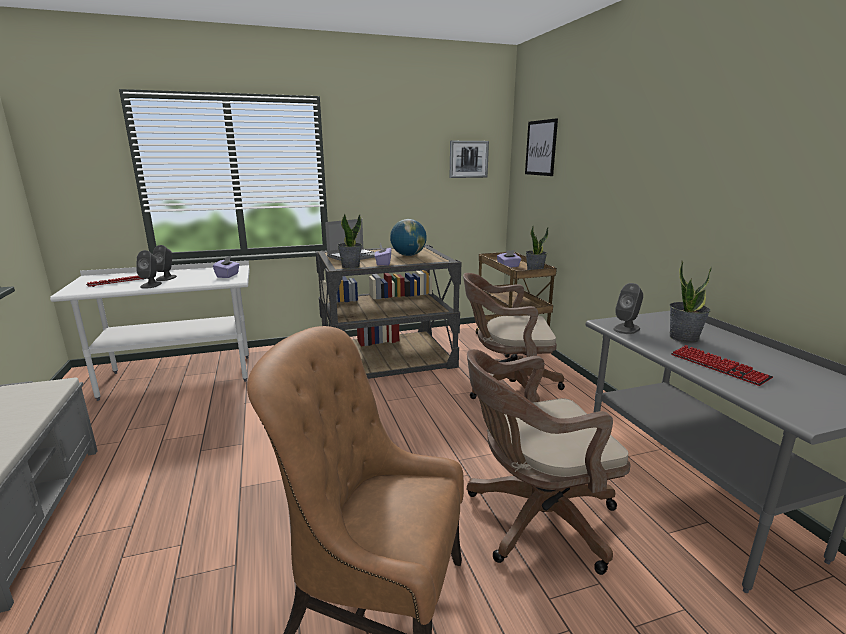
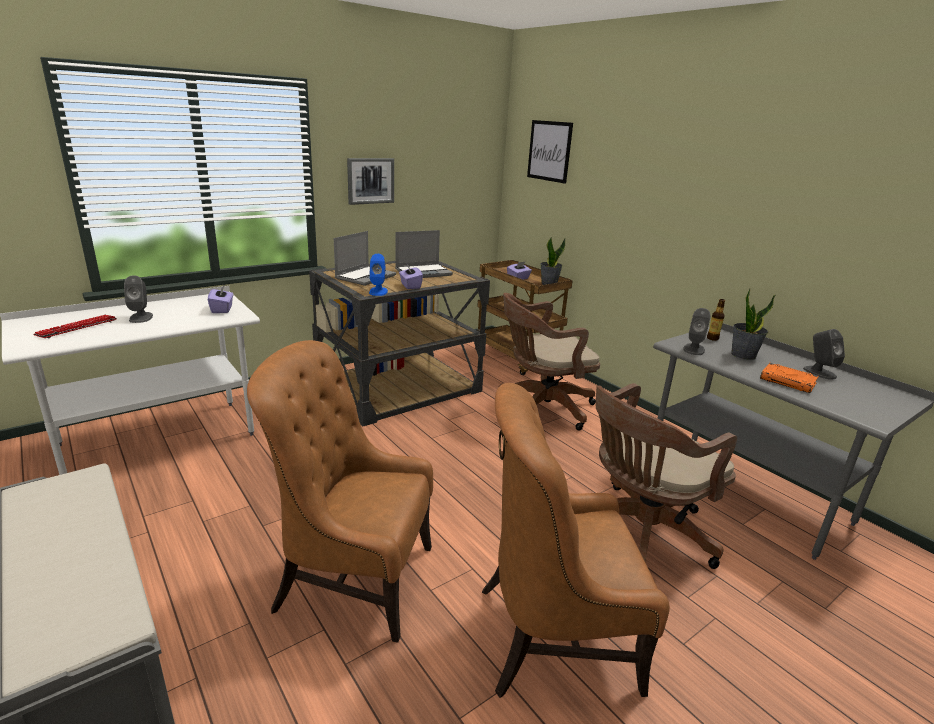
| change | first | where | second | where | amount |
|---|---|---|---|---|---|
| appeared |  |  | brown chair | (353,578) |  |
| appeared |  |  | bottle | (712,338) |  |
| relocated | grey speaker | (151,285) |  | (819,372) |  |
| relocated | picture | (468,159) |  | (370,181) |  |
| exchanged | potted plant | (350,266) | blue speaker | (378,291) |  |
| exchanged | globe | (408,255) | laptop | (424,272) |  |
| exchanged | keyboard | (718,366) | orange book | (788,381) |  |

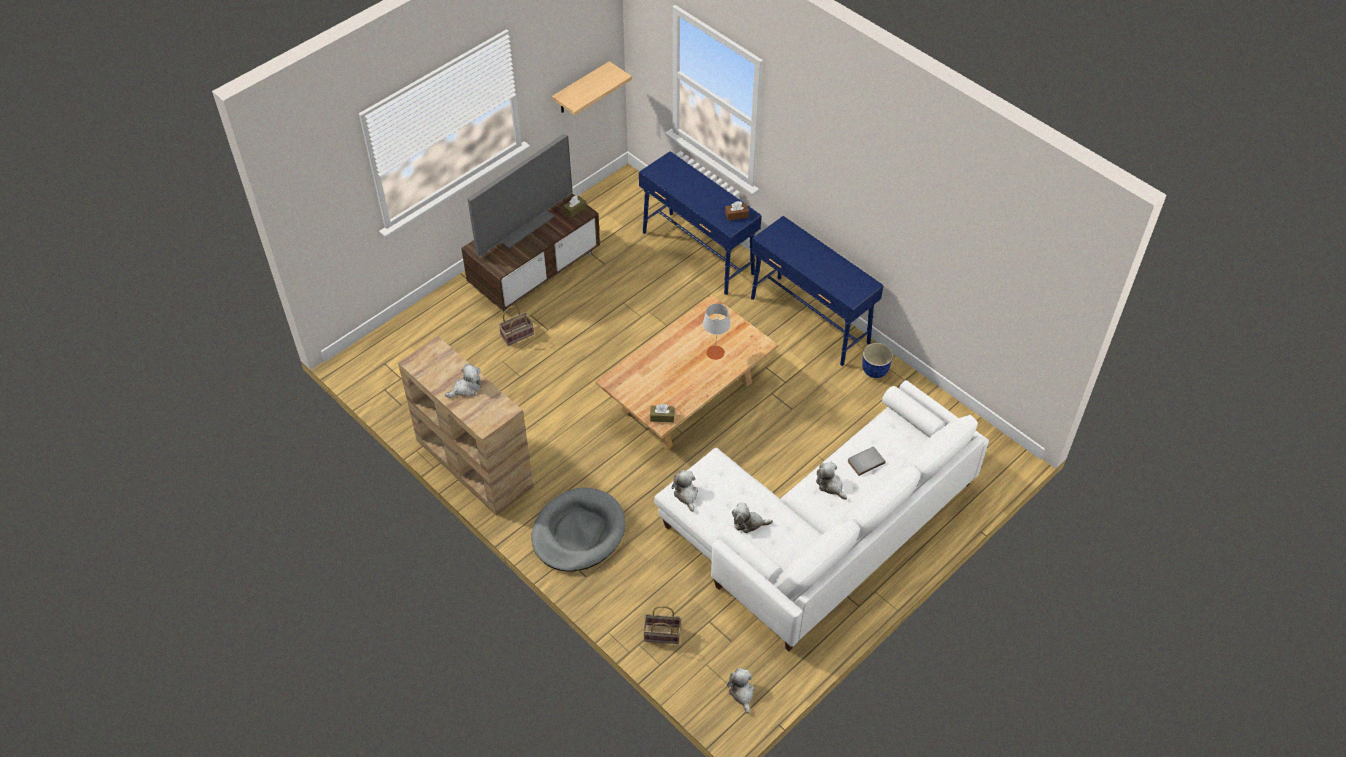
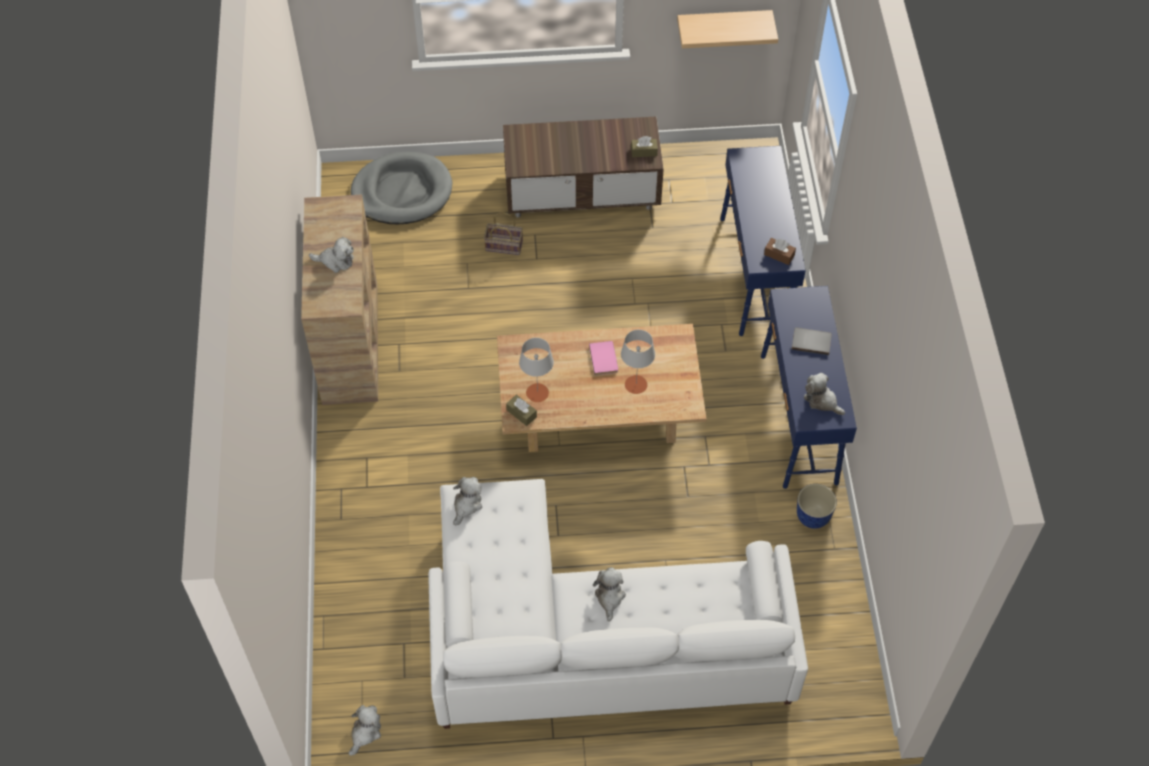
| change | first | where | second | where | amount |
|---|---|---|---|---|---|
| missing | television | (522,224) |  |  |  |
| missing | basket | (661,635) |  |  |  |
| appeared |  |  | grey table lamp | (537,392) |  |
| appeared |  |  | pink book | (605,359) |  |
| relocated | grey dog bed | (578,532) |  | (402,192) |  |
| relocated | plush toy | (748,523) |  | (822,400) |  |
| relocated | grey book | (865,461) |  | (811,341) |  |

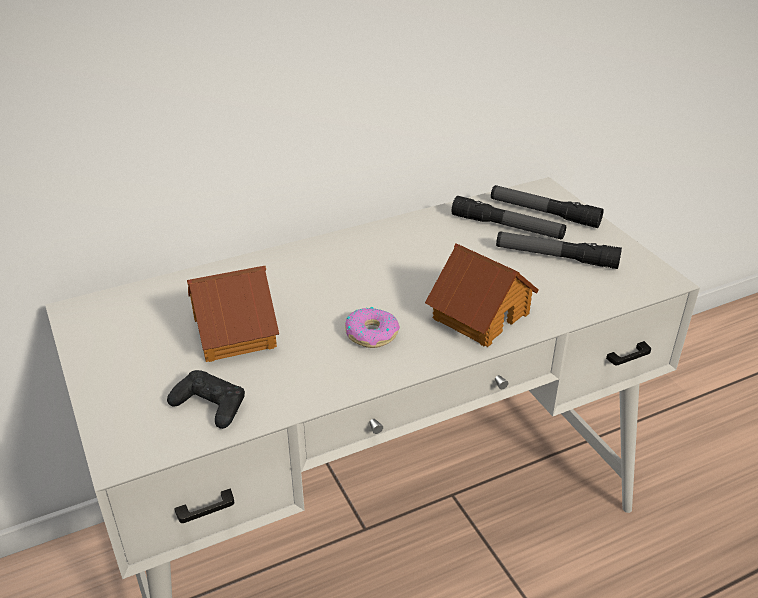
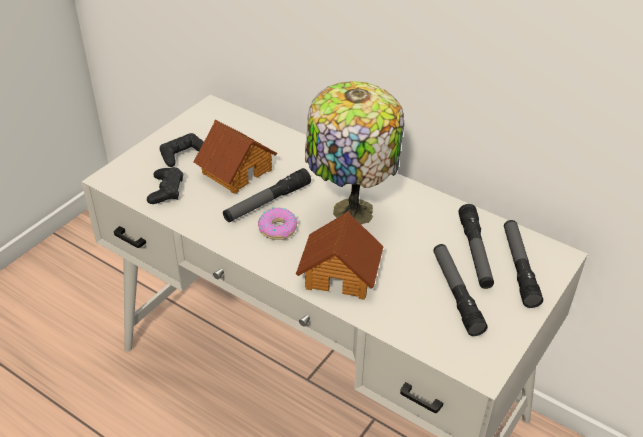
| change | first | where | second | where | amount |
|---|---|---|---|---|---|
| appeared |  |  | black game controller | (182,154) |  |
| appeared |  |  | flashlight | (267,202) |  |
| appeared |  |  | table lamp | (350,212) |  |

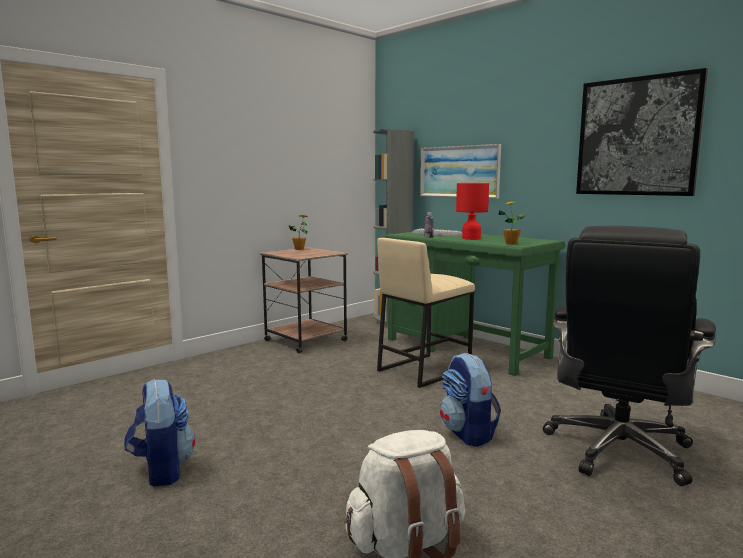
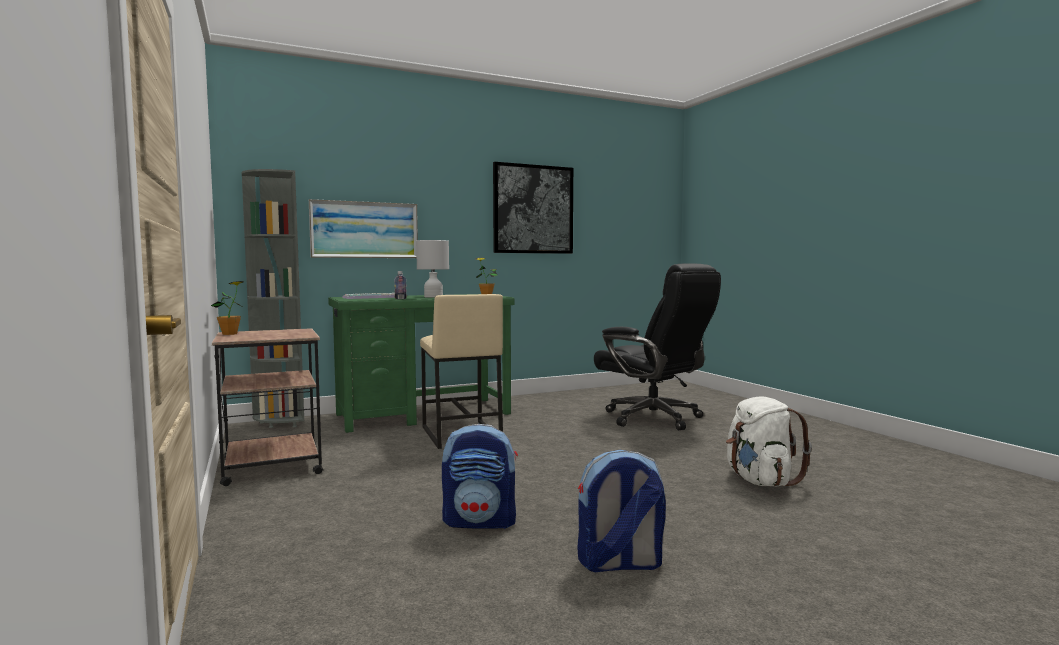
| change | first | where | second | where | amount |
|---|---|---|---|---|---|
| relocated | backpack | (468,433) |  | (480,521) |  |
| colour | red table lamp | (471,238) | grey table lamp | (433,297) |  |

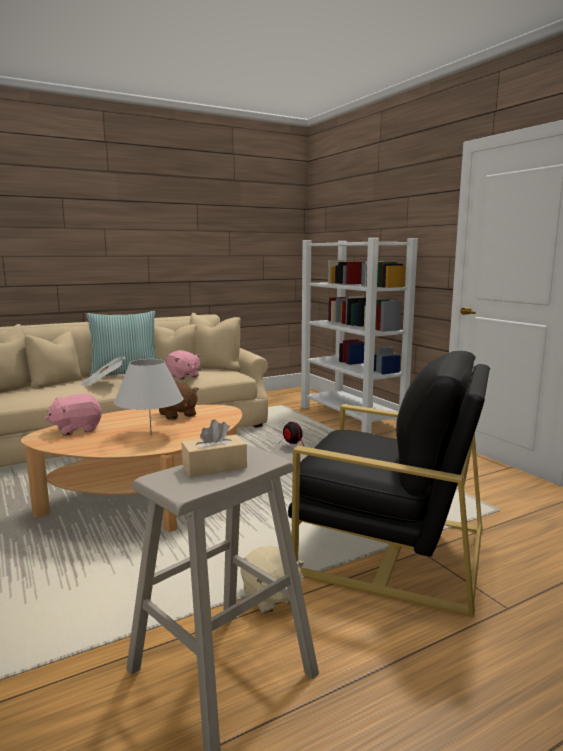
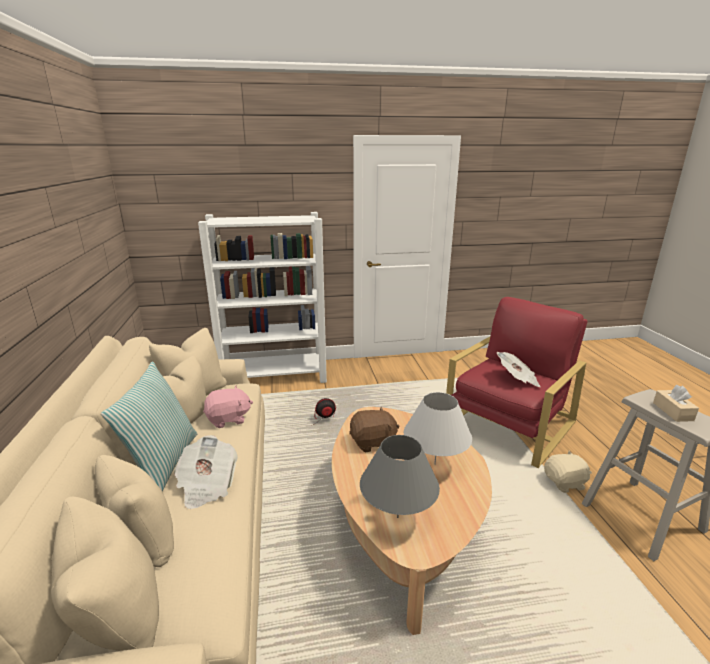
| change | first | where | second | where | amount |
|---|---|---|---|---|---|
| appeared |  |  | newspaper | (517,379) |  |
| exchanged | pink plush toy | (76,429) | grey table lamp | (397,517) |  |
| colour | black armchair | (391,549) | red armchair | (509,424) |  |

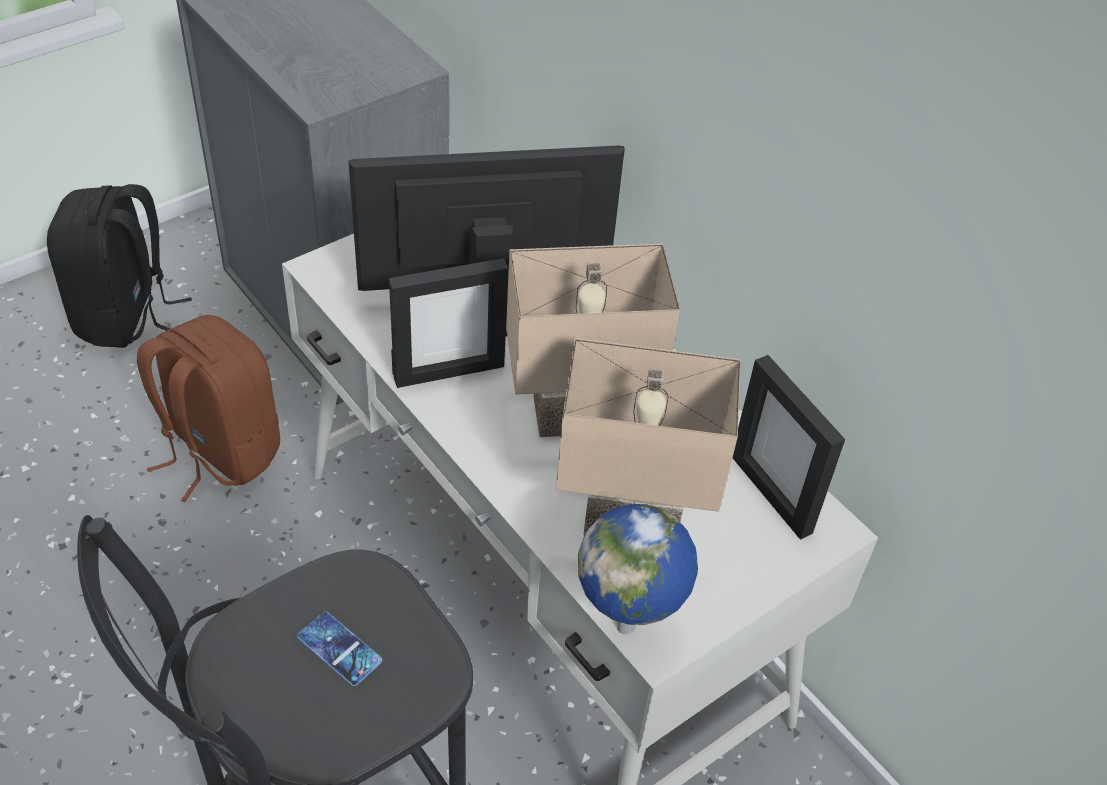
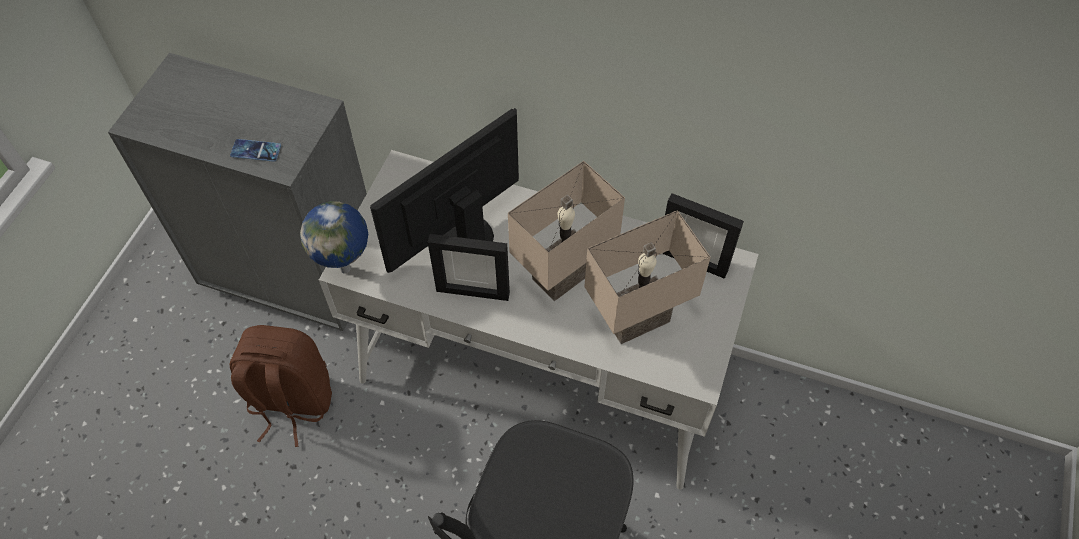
| change | first | where | second | where | amount |
|---|---|---|---|---|---|
| missing | black backpack | (125,316) |  |  |  |
| relocated | phone | (339,649) |  | (256,150) |  |
| relocated | globe | (628,627) |  | (347,268) |  |
| spun | picture frame | (448,370) |  | (473,290) | 60 degrees clockwise |

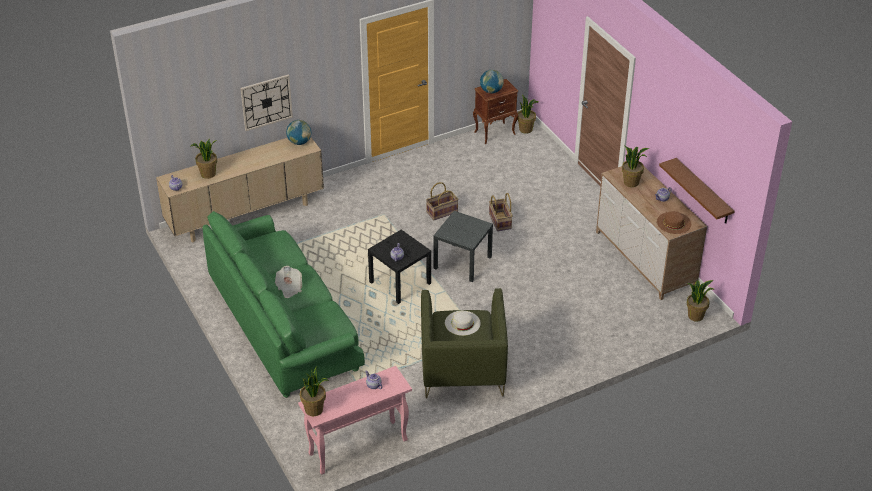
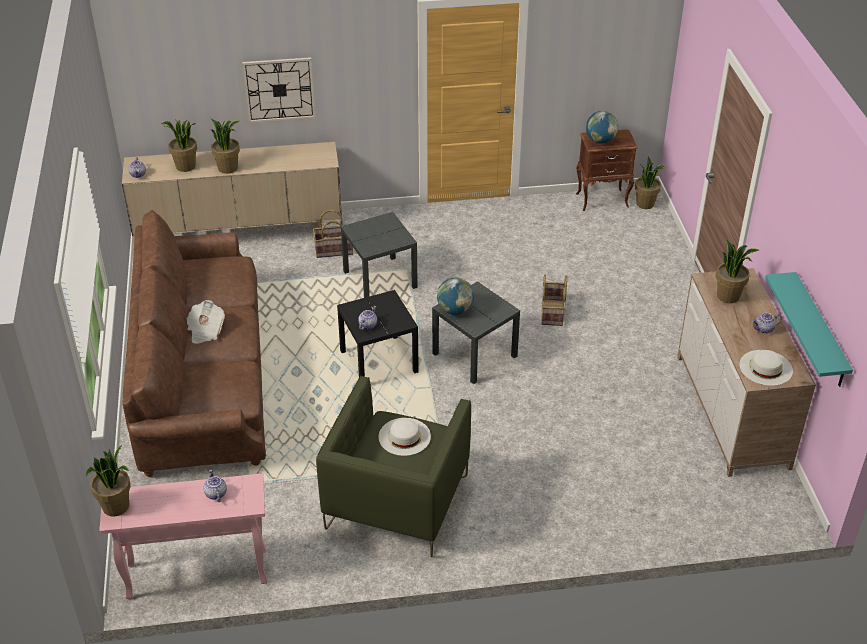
| change | first | where | second | where | amount |
|---|---|---|---|---|---|
| appeared |  |  | grey side table | (380,279) |  |
| relocated | globe | (299,142) |  | (455,310) |  |
| relocated | basket | (442,212) |  | (334,250) |  |
| relocated | potted plant | (695,316) |  | (228,168) |  |
| colour | green sofa | (284,324) | brown sofa | (203,379) |  |
| colour | brown hat | (674,223) | white hat | (765,367) |  |
| colour | brown shelf | (703,192) | turquoise shelf | (819,331) |  |

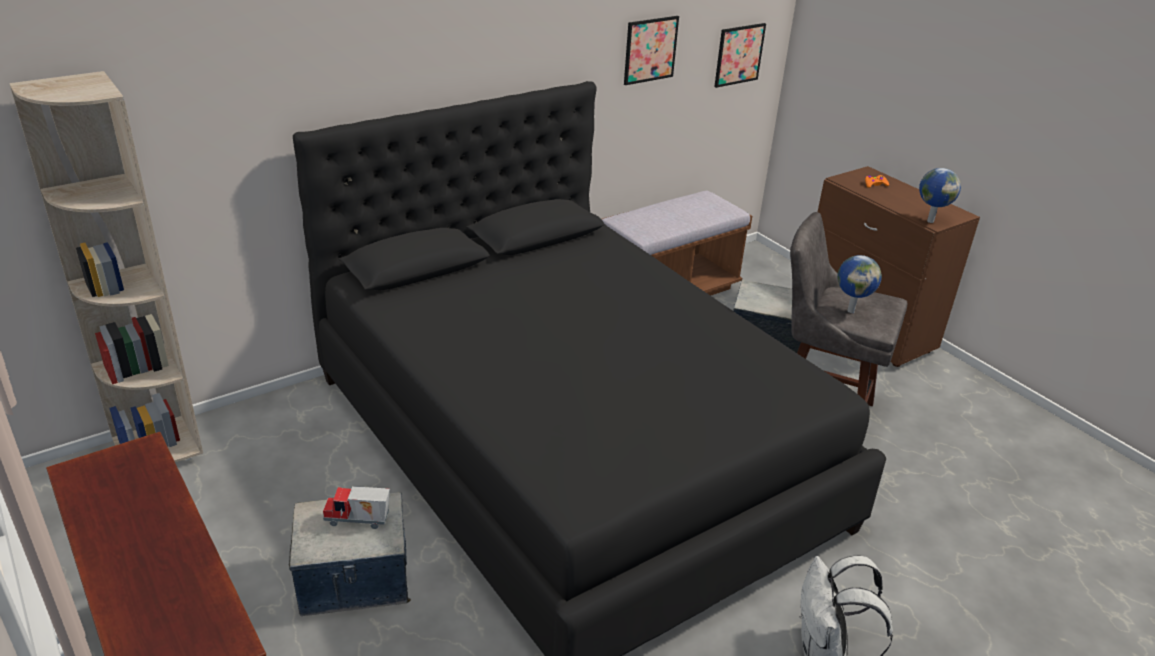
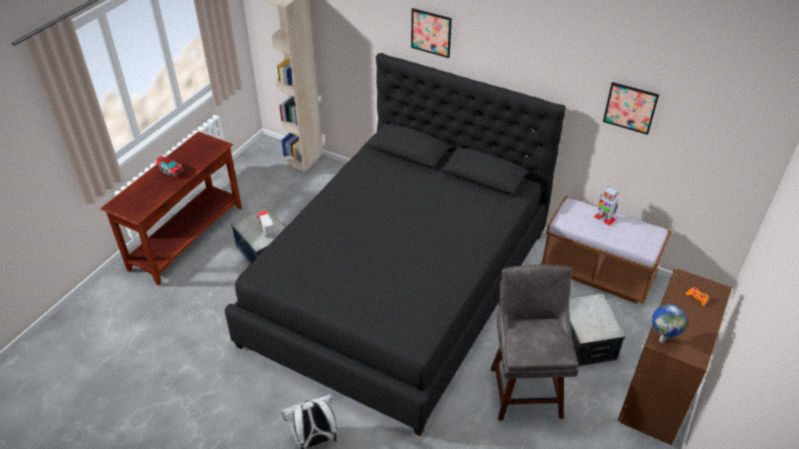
| change | first | where | second | where | amount |
|---|---|---|---|---|---|
| missing | globe | (851,311) |  |  |  |
| appeared |  |  | toy truck | (171,170) |  |
| appeared |  |  | toy robot | (604,218) |  |
| relocated | picture | (739,54) |  | (431,32) |  |

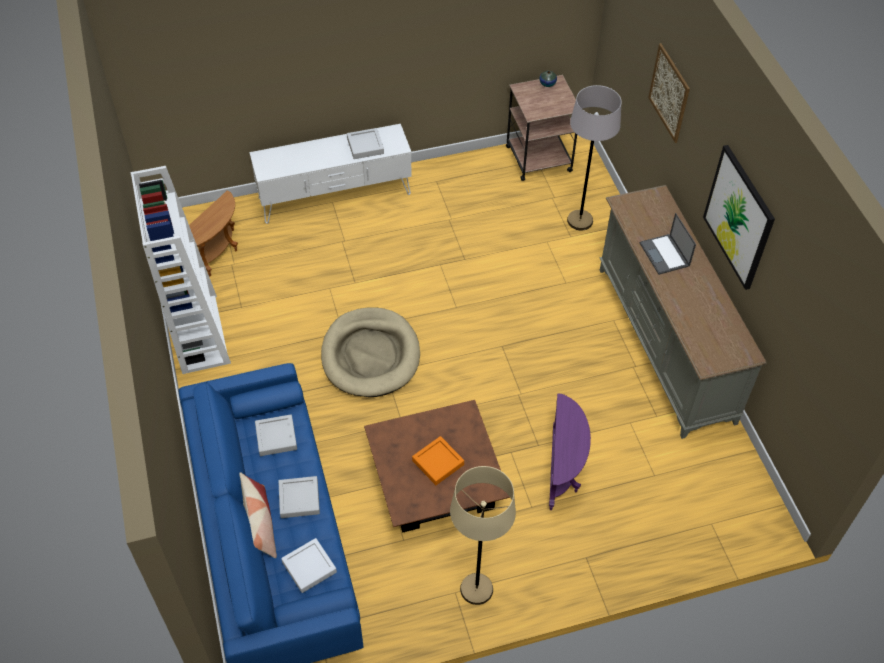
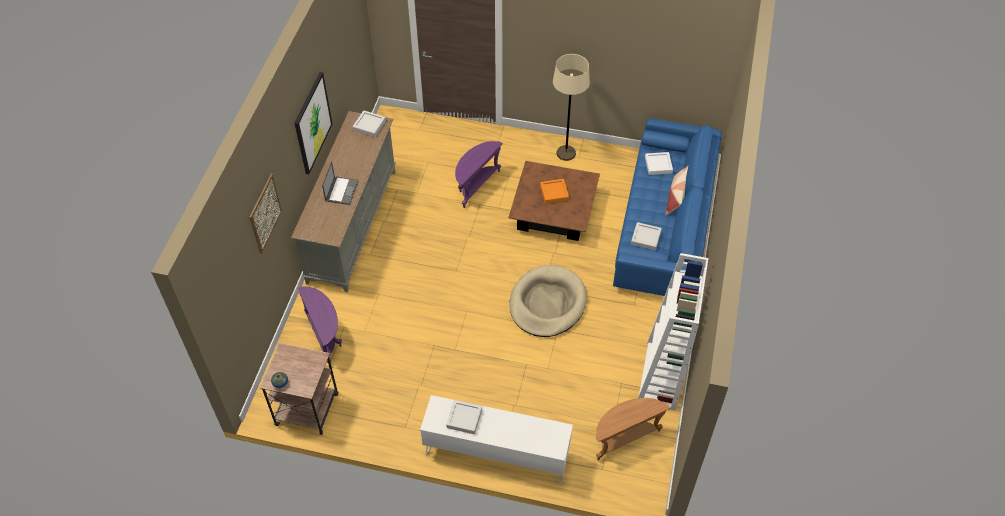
| change | first | where | second | where | amount |
|---|---|---|---|---|---|
| relocated | grey tray | (299,499) |  | (369,125) |  |
| exchanged | grey floor lamp | (580,221) | purple side table | (326,336) |  |

